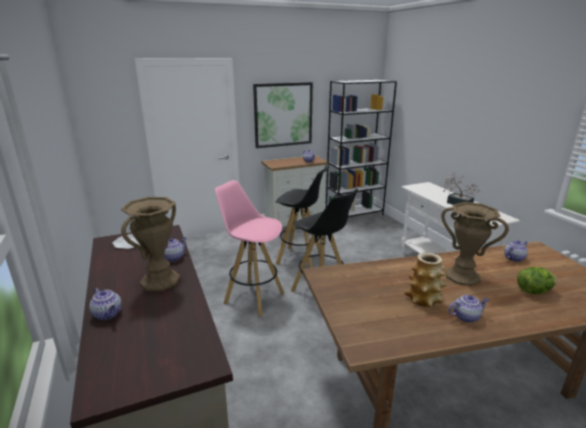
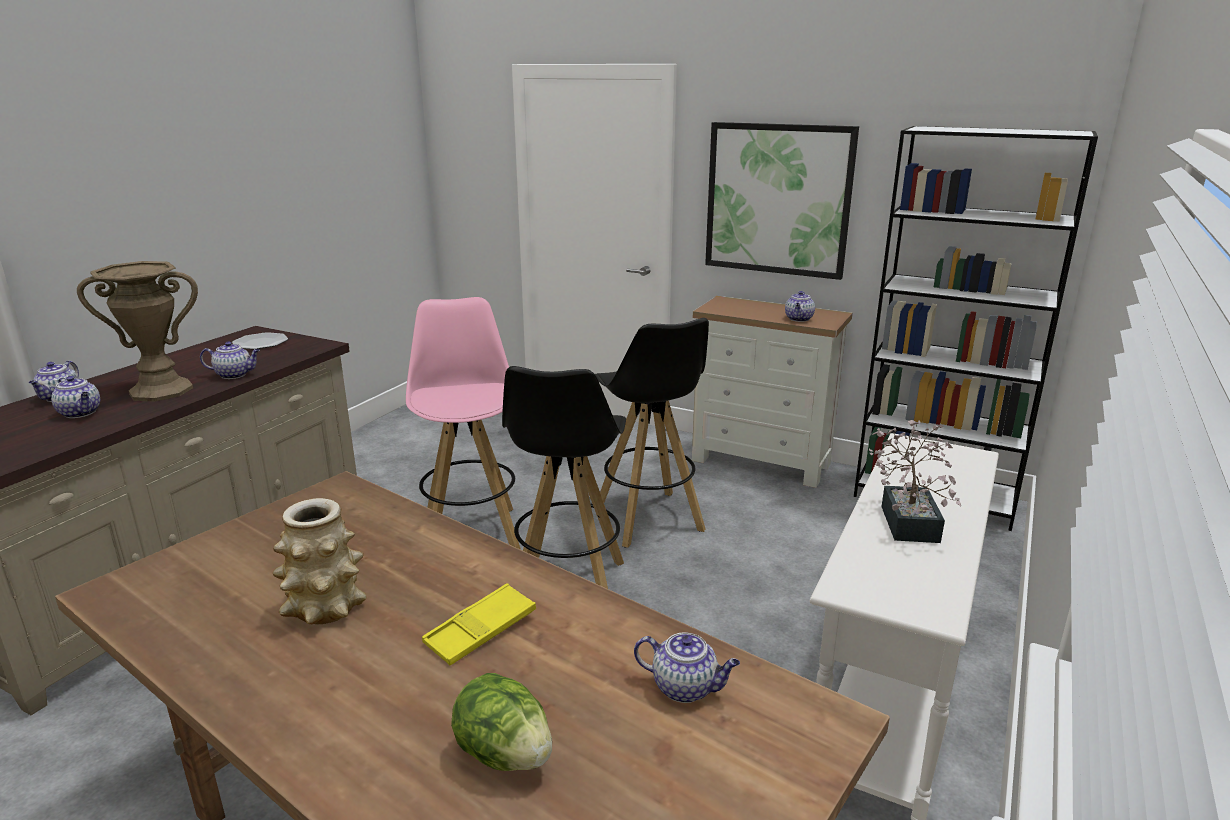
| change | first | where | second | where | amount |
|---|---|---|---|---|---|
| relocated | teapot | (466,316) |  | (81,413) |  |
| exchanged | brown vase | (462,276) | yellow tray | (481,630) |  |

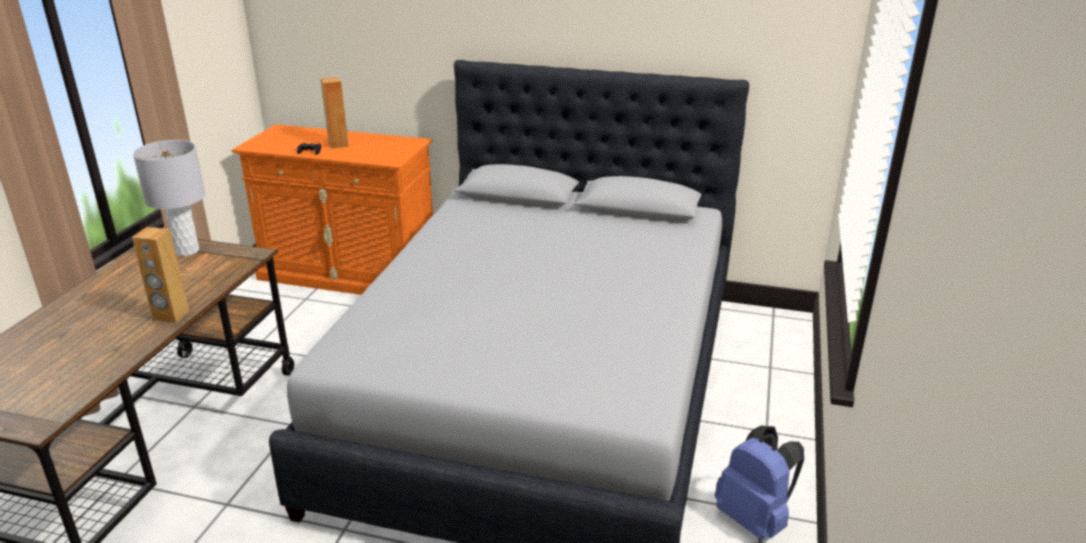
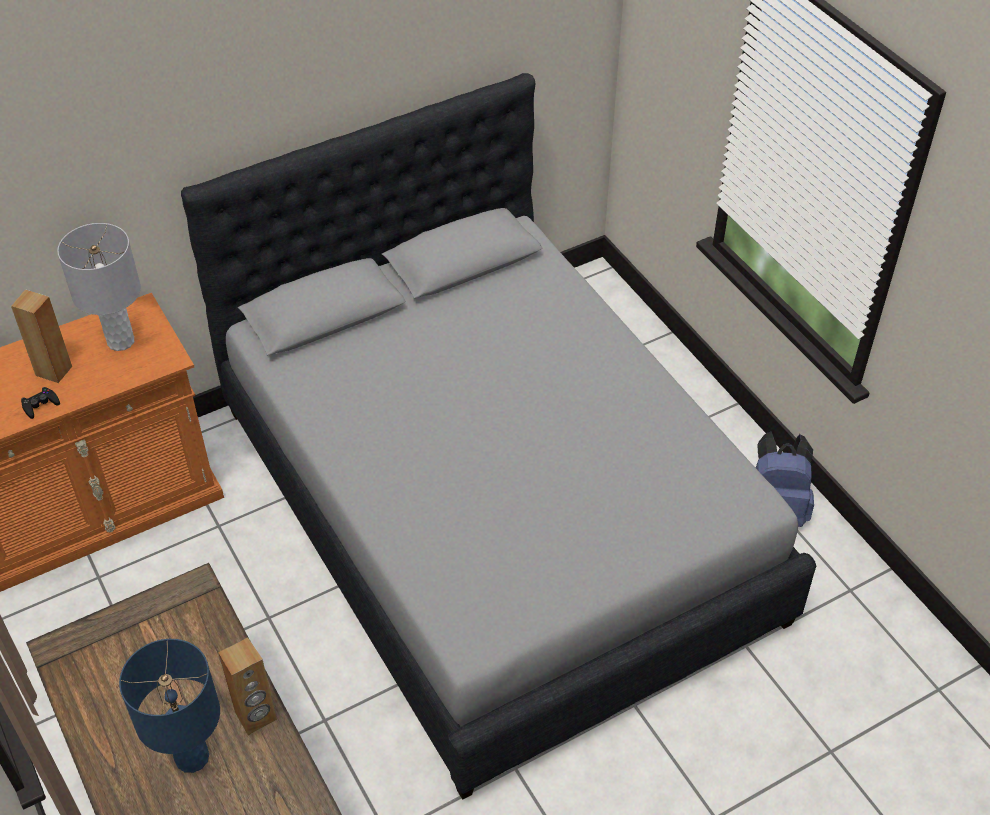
| change | first | where | second | where | amount |
|---|---|---|---|---|---|
| appeared |  |  | blue table lamp | (192,757) |  |
| relocated | grey table lamp | (187,251) |  | (121,341) |  |

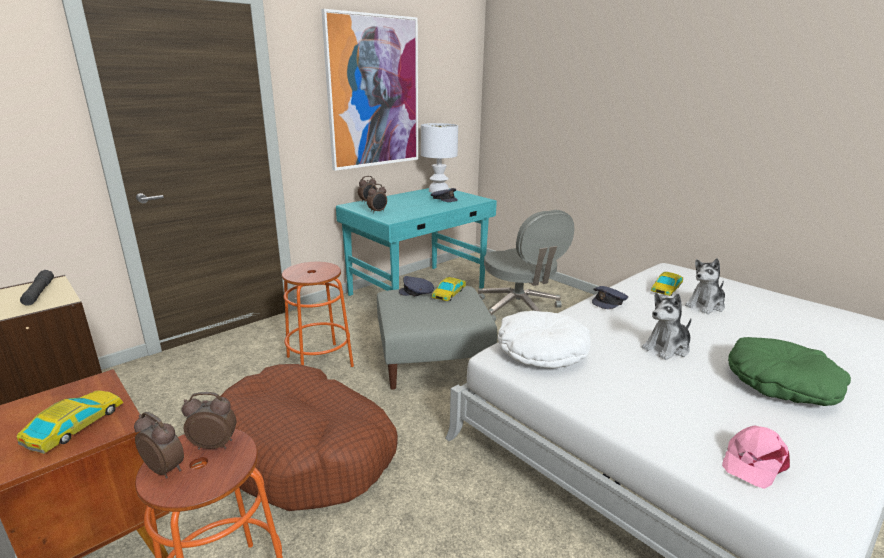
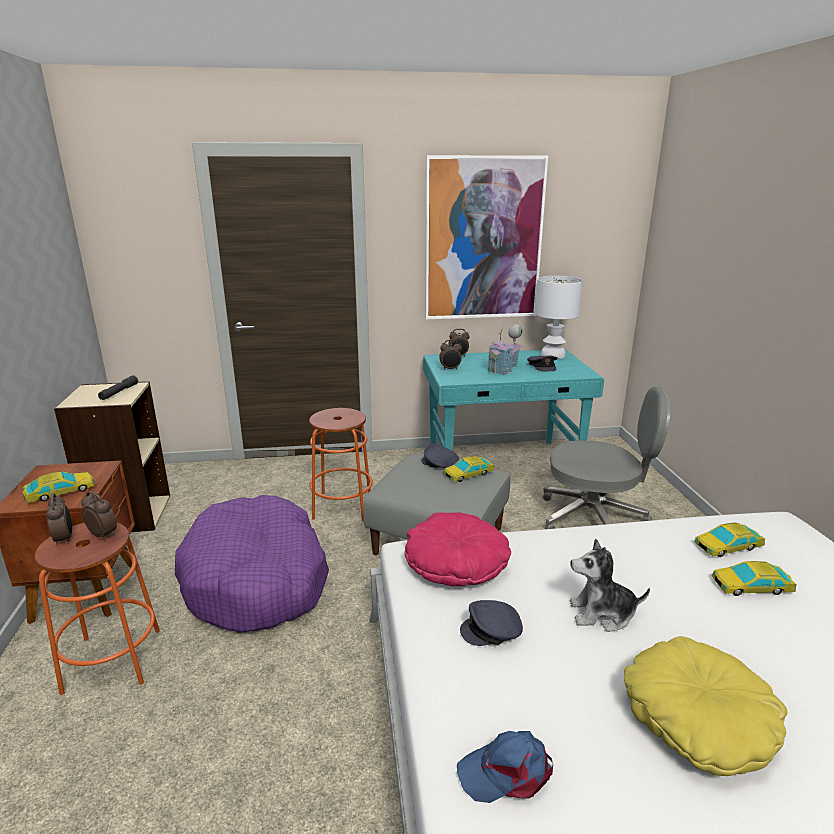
| change | first | where | second | where | amount |
|---|---|---|---|---|---|
| appeared |  |  | toy house | (504,369) |  |
| relocated | grey cap | (608,301) |  | (492,631) |  |
| exchanged | plush toy | (705,306) | toy car | (751,586) |  |
| colour | brown dog bed | (307,451) | purple dog bed | (257,579) |  |
| colour | white pillow | (541,352) | pink pillow | (454,563) |  |
| colour | pink cap | (753,462) | blue cap | (507,772) |  |
| colour | green pillow | (780,383) | yellow pillow | (700,718) |  |
| spun | grey office chair | (519,309) |  | (594,518) | 90 degrees counterclockwise |

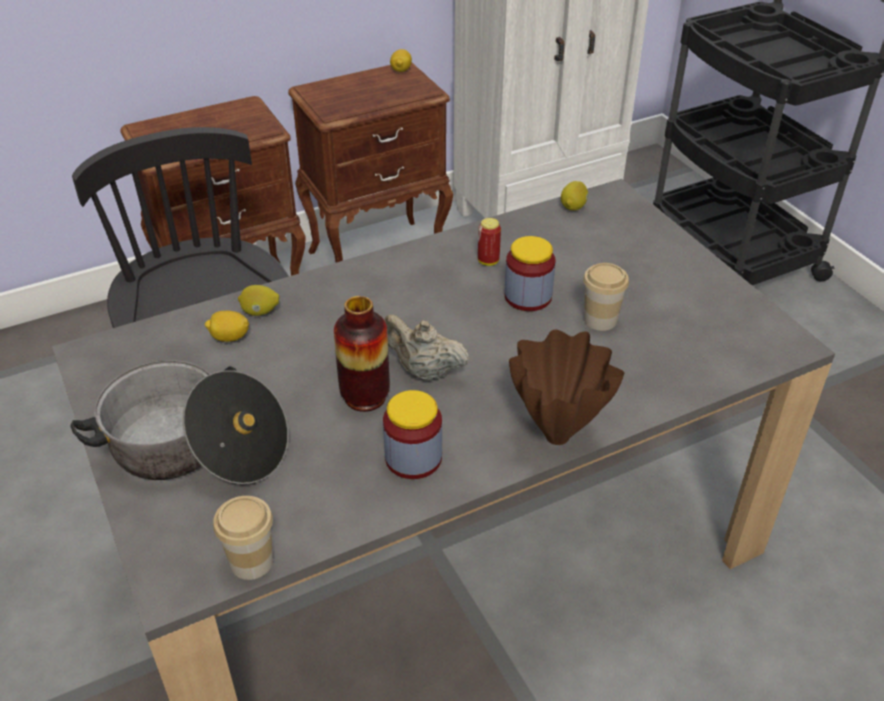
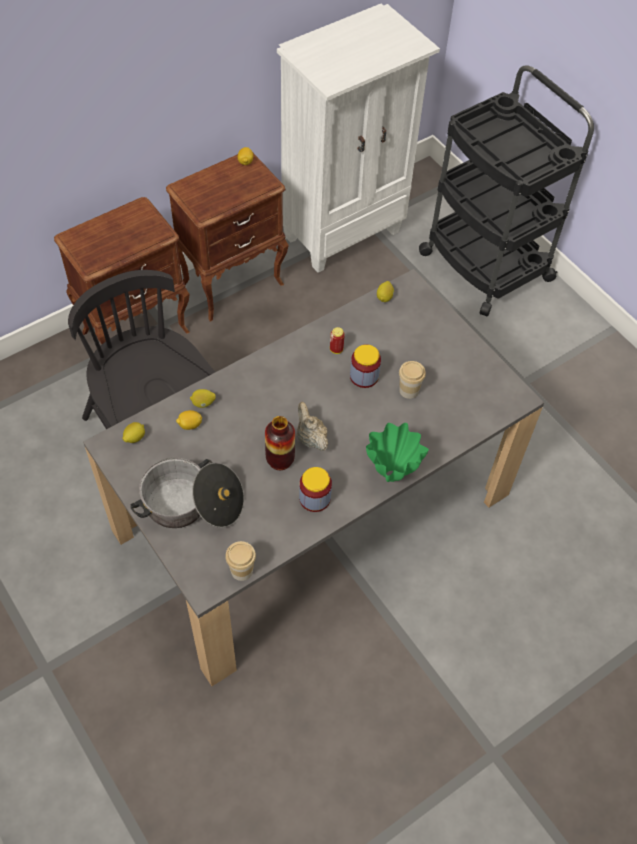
| change | first | where | second | where | amount |
|---|---|---|---|---|---|
| appeared |  |  | lemon | (134,438) |  |
| colour | brown vase | (558,435) | green vase | (392,475) |  |
| spun | beige teapot | (424,371) |  | (310,438) | 45 degrees clockwise |

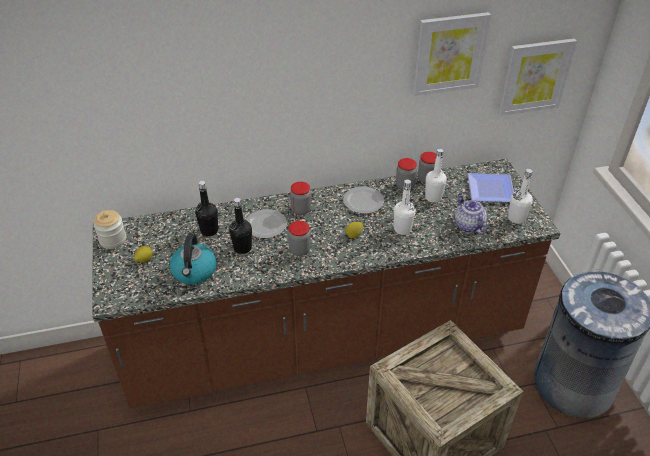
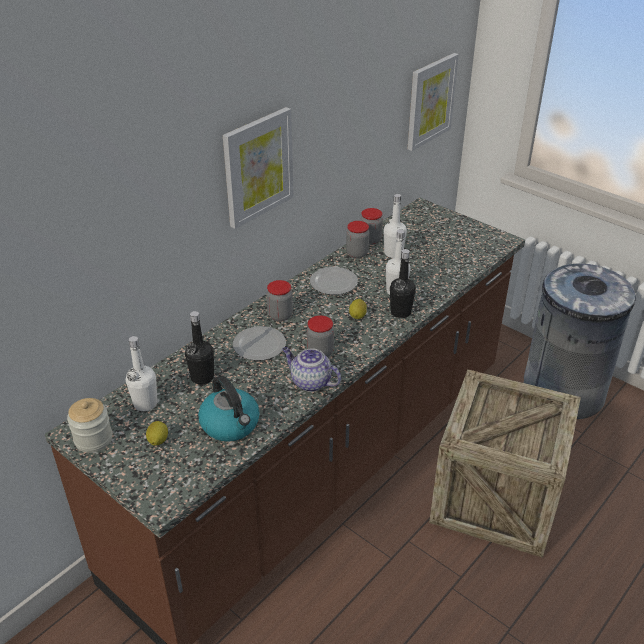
| change | first | where | second | where | amount |
|---|---|---|---|---|---|
| missing | plate | (492,189) |  |  |  |
| relocated | black bottle | (242,248) |  | (400,312) |  |
| relocated | picture | (449,53) |  | (257,167) |  |
| relocated | teapot | (468,225) |  | (310,382) |  |
| relocated | white bottle | (516,218) |  | (145,403) |  |

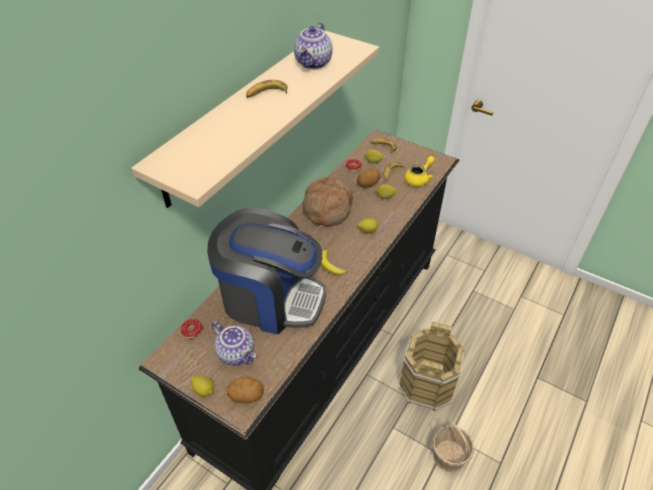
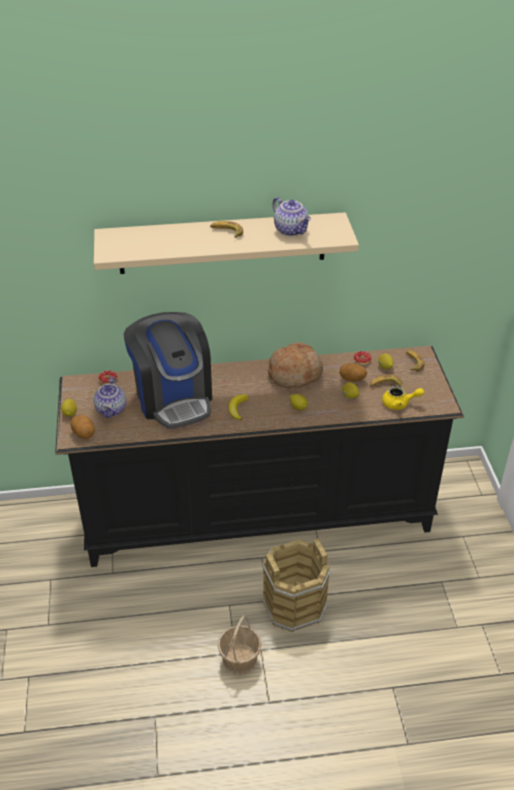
| change | first | where | second | where | amount |
|---|---|---|---|---|---|
| spun | teapot | (314,63) |  | (291,230) | 105 degrees counterclockwise |

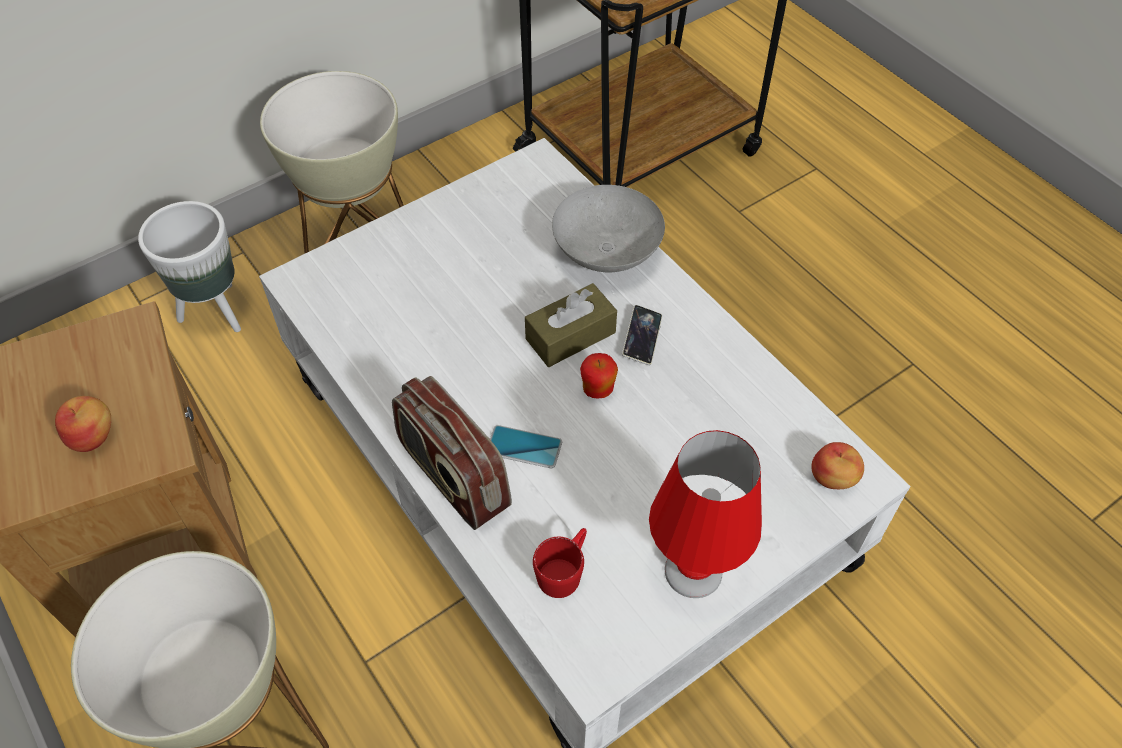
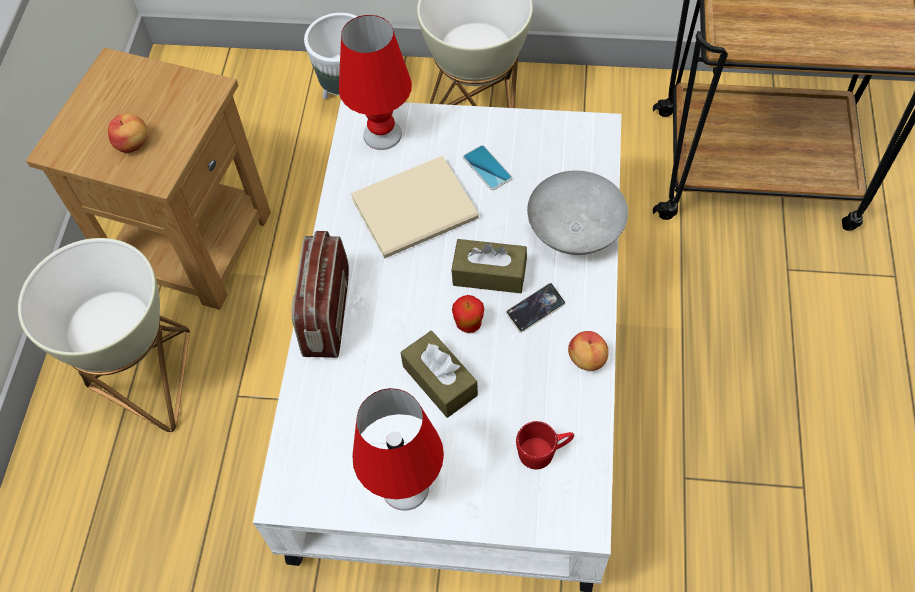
| change | first | where | second | where | amount |
|---|---|---|---|---|---|
| appeared |  |  | red table lamp | (382,134) |  |
| appeared |  |  | beige book | (419,210) |  |
| appeared |  |  | brown tissue box | (440,381) |  |
| relocated | phone | (524,447) |  | (487,168) |  |
| relocated | red mug | (564,569) |  | (544,451) |  |
| relocated | apple | (833,478) |  | (586,360) |  |

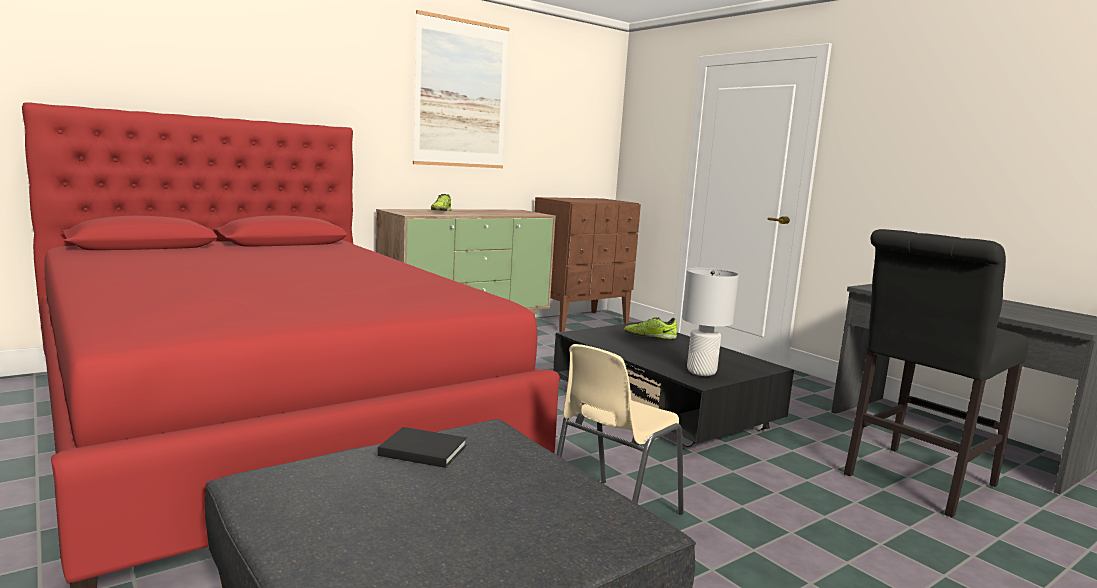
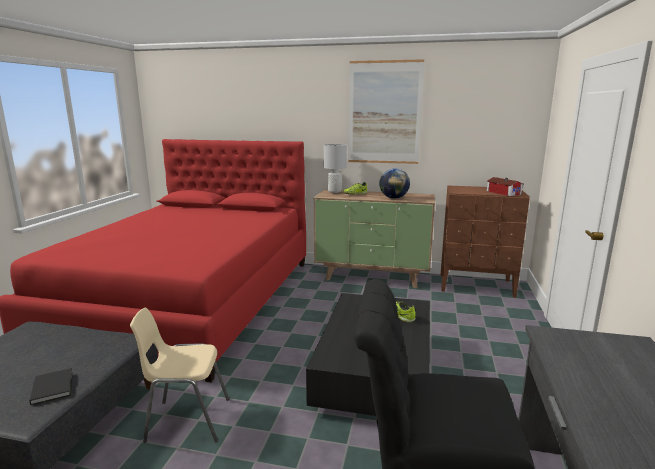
| change | first | where | second | where | amount |
|---|---|---|---|---|---|
| appeared |  |  | globe | (393,198) |  |
| appeared |  |  | toy house | (503,192) |  |
| relocated | black book | (421,450) |  | (53,387) |  |
| relocated | grey table lamp | (701,373) |  | (334,192) |  |

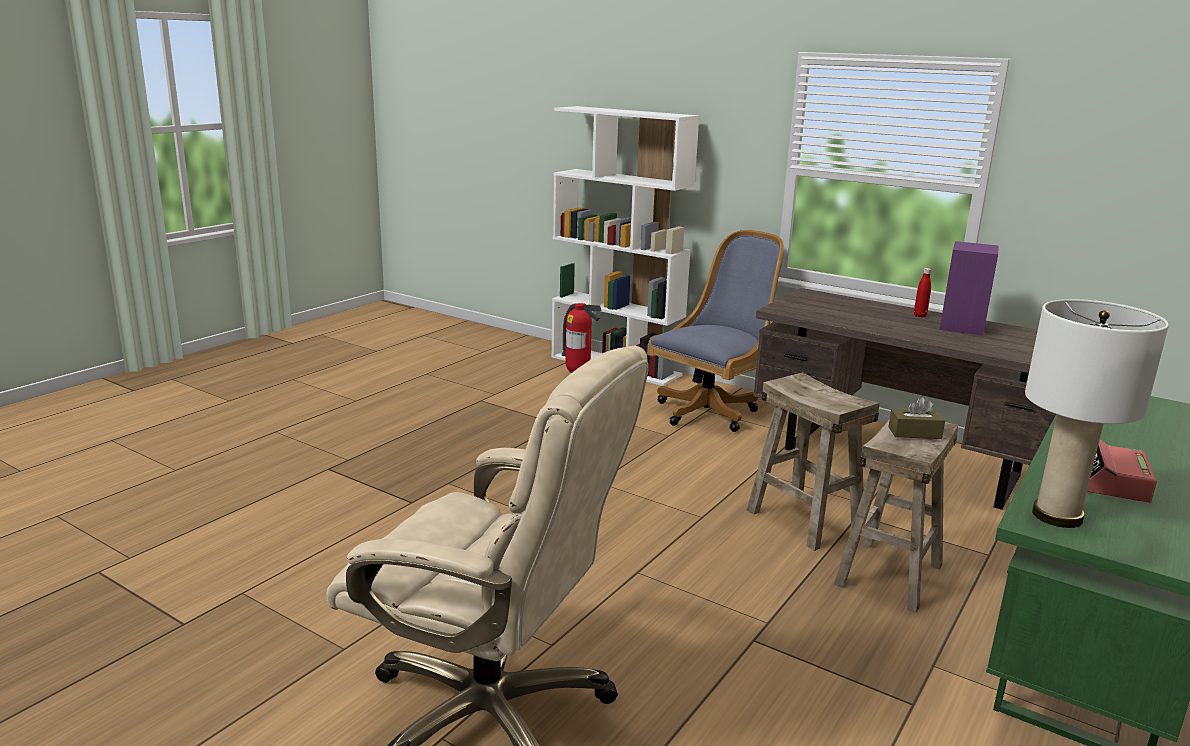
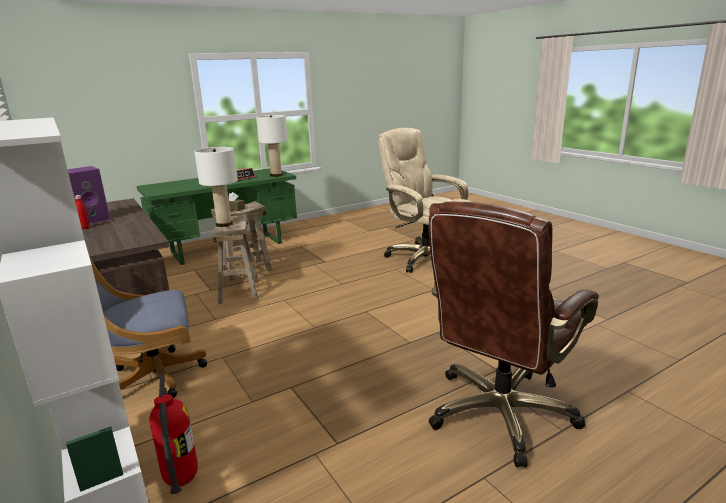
| change | first | where | second | where | amount |
|---|---|---|---|---|---|
| appeared |  |  | white table lamp | (224,224) |  |
| appeared |  |  | brown office chair | (500,412) |  |

